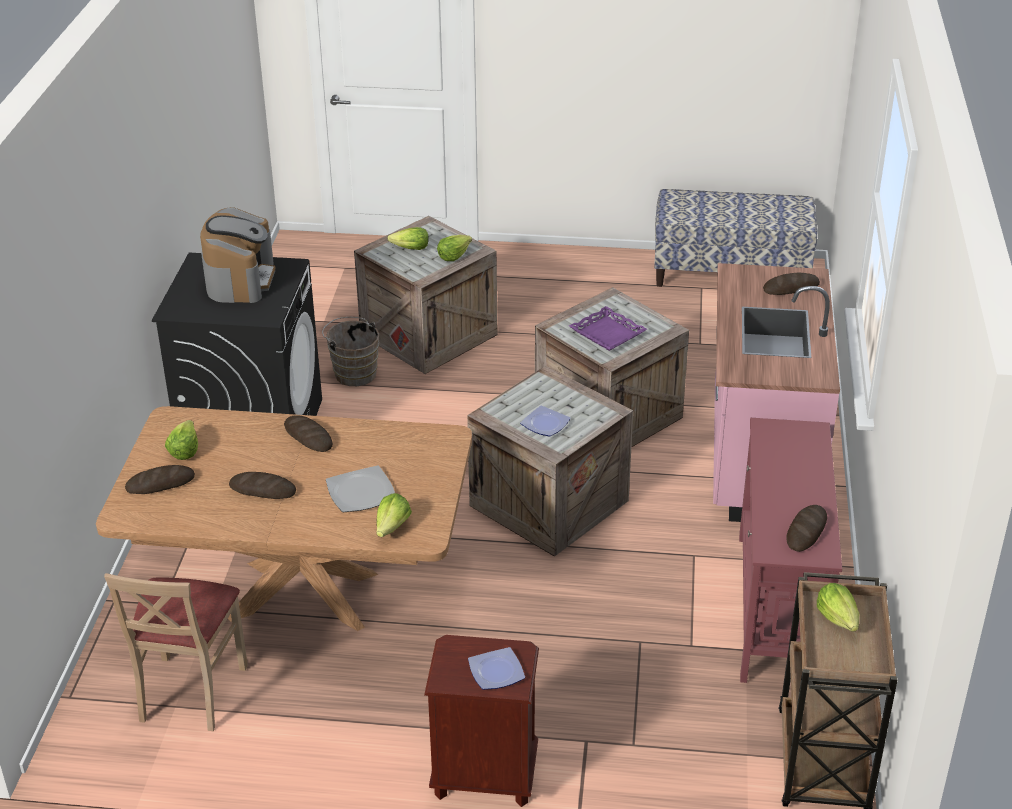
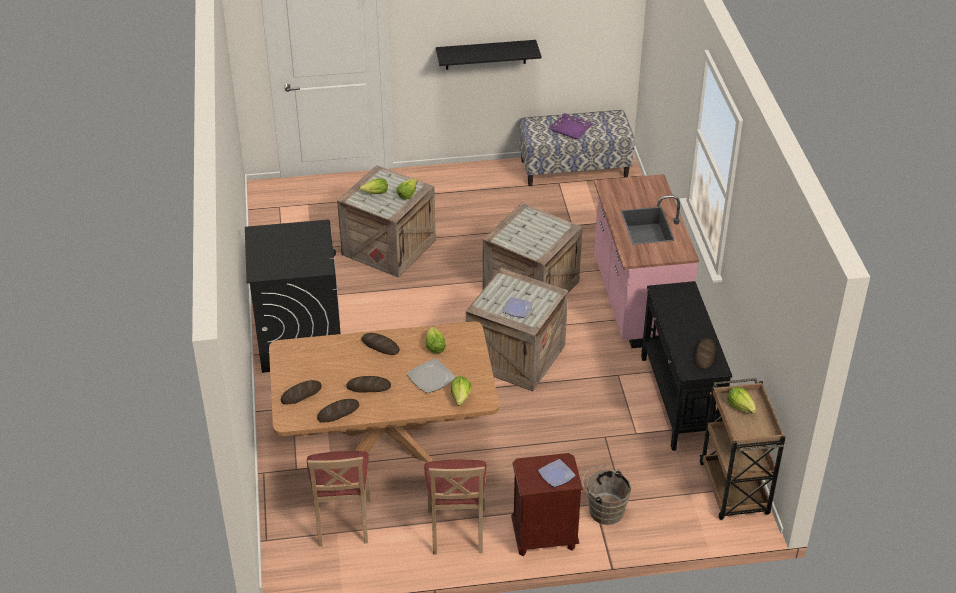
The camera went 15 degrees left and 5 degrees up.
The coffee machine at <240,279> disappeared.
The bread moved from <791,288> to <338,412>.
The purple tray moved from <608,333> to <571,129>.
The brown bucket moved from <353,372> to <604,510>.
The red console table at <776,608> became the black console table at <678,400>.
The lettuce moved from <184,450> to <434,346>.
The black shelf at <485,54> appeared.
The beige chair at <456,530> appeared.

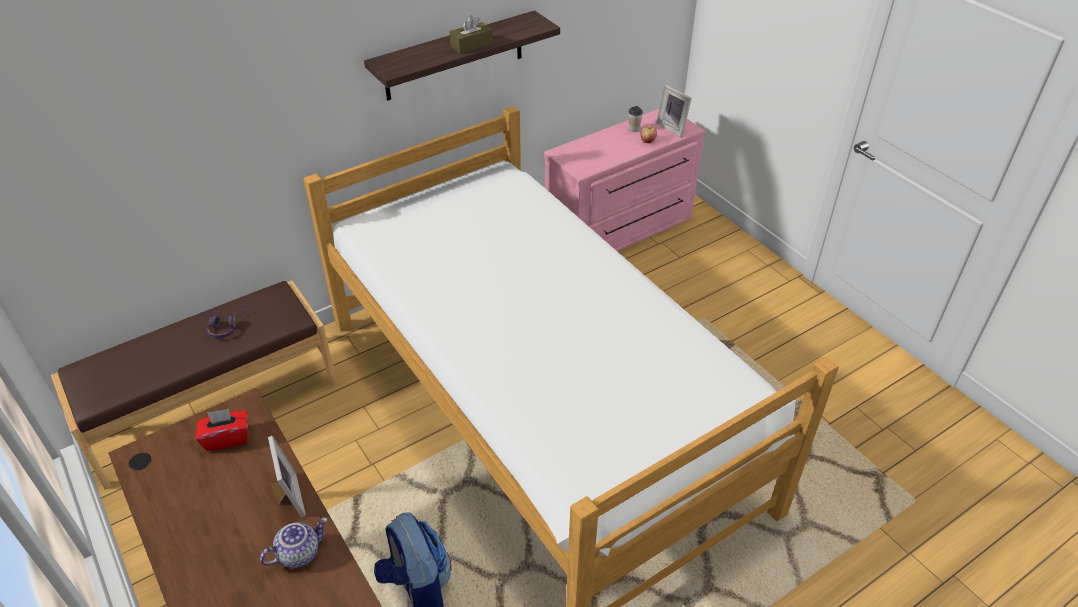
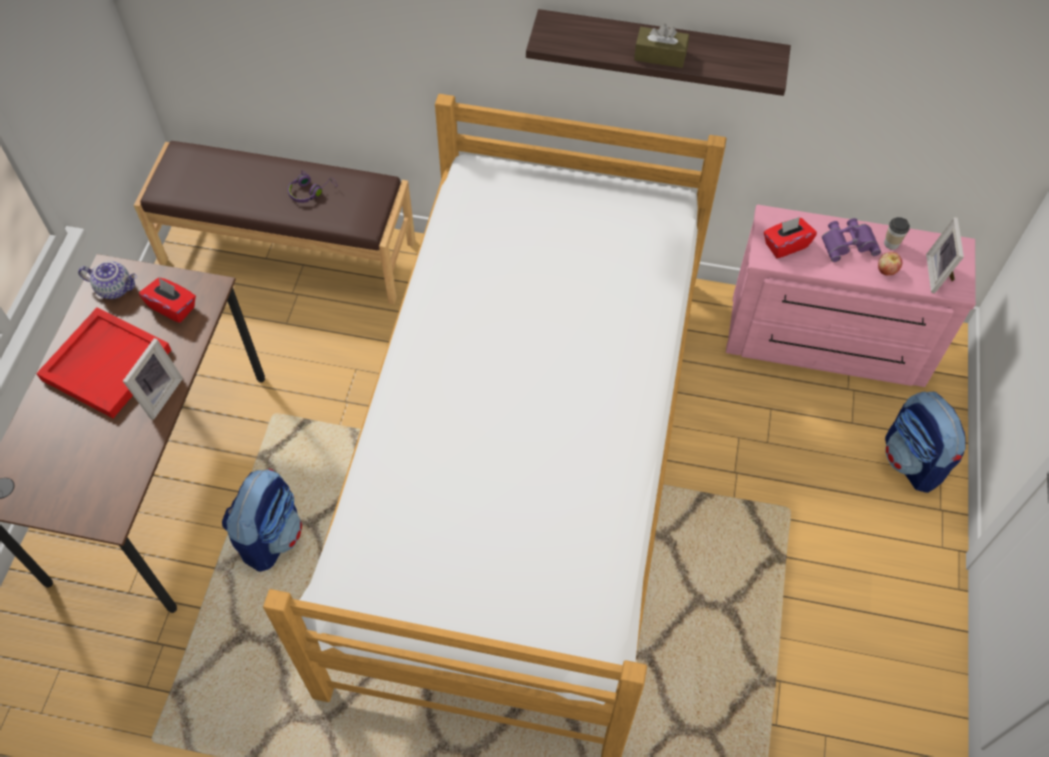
The camera went 45 degrees right and 15 degrees up.
The teapot moved from <299,552> to <115,288>.
The red tissue box at <785,245> appeared.
The purple binoculars at <848,242> appeared.
The red tray at <106,363> appeared.
The backpack at <913,461> appeared.

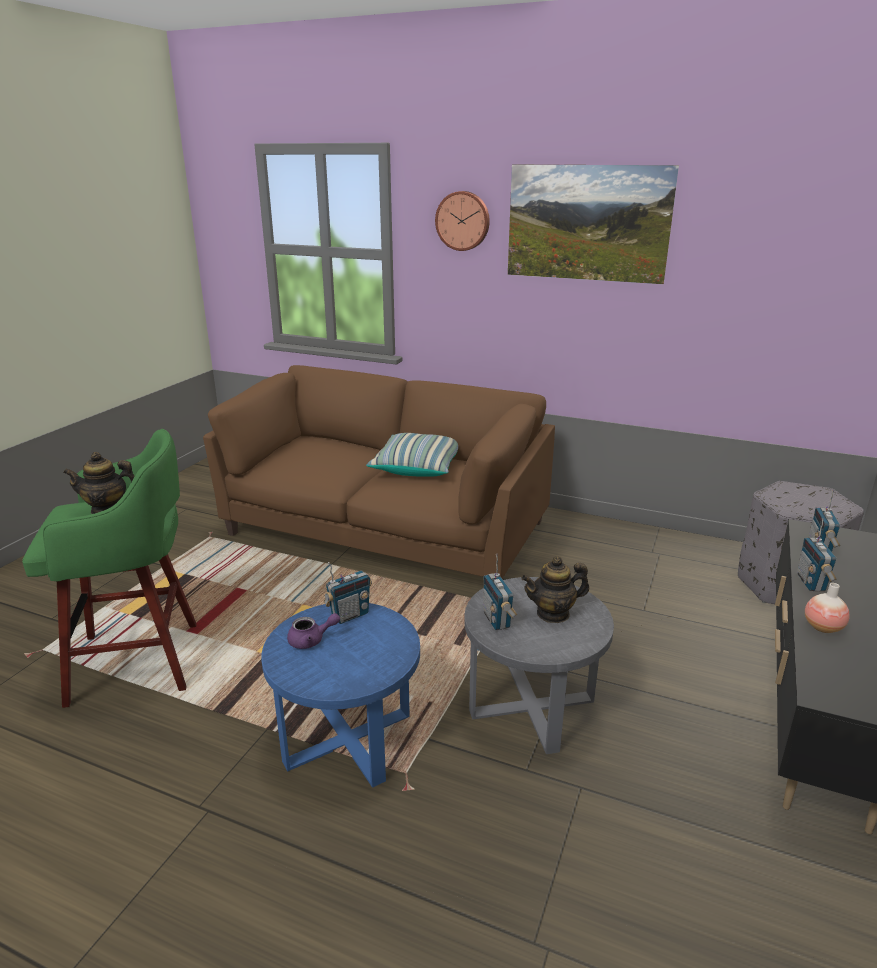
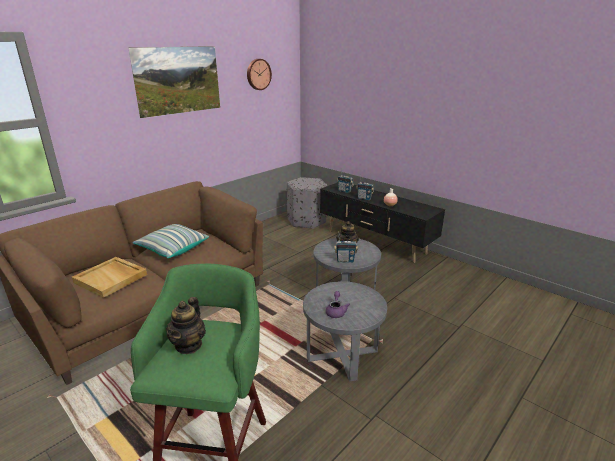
The camera went 70 degrees left and 0 degrees up.
The wall clock moved from <463,221> to <258,74>.
The radio at <349,615> disappeared.
The blue side table at <348,739> became the grey side table at <342,354>.
The beige tray at <111,278> appeared.

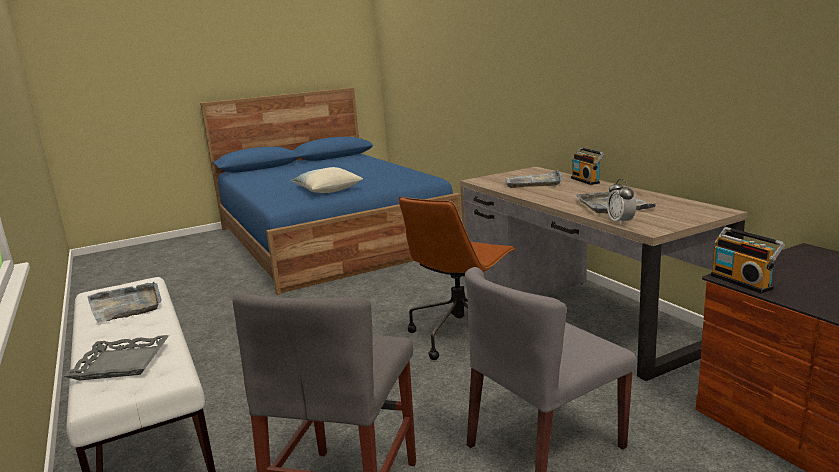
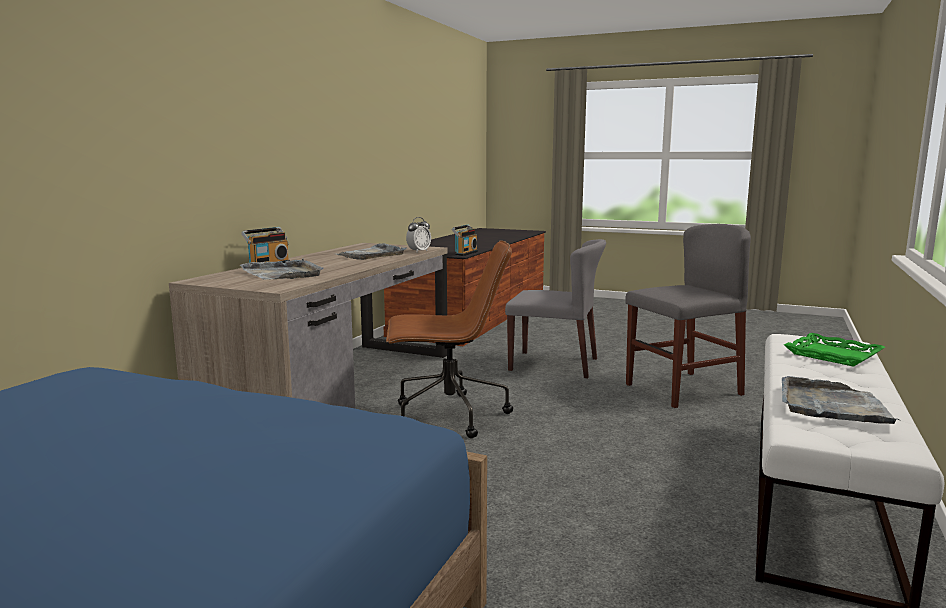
The camera went 130 degrees left and 5 degrees down.
The pillow at <327,190> disappeared.
The grey tray at <121,363> became the green tray at <832,355>.

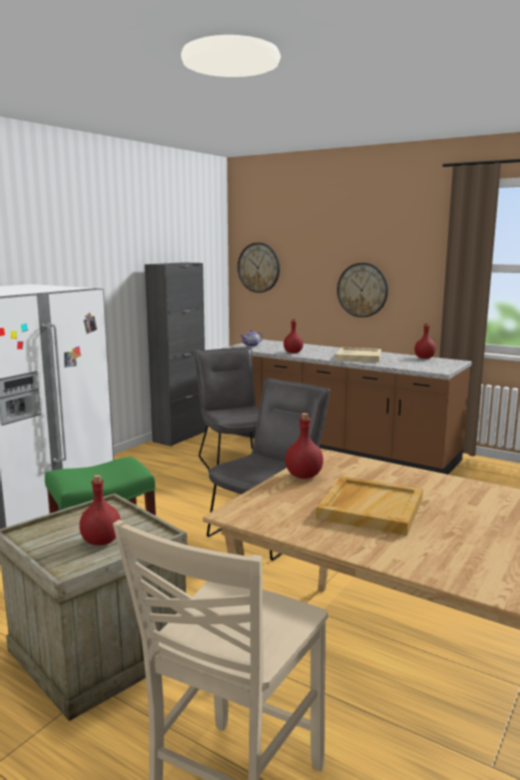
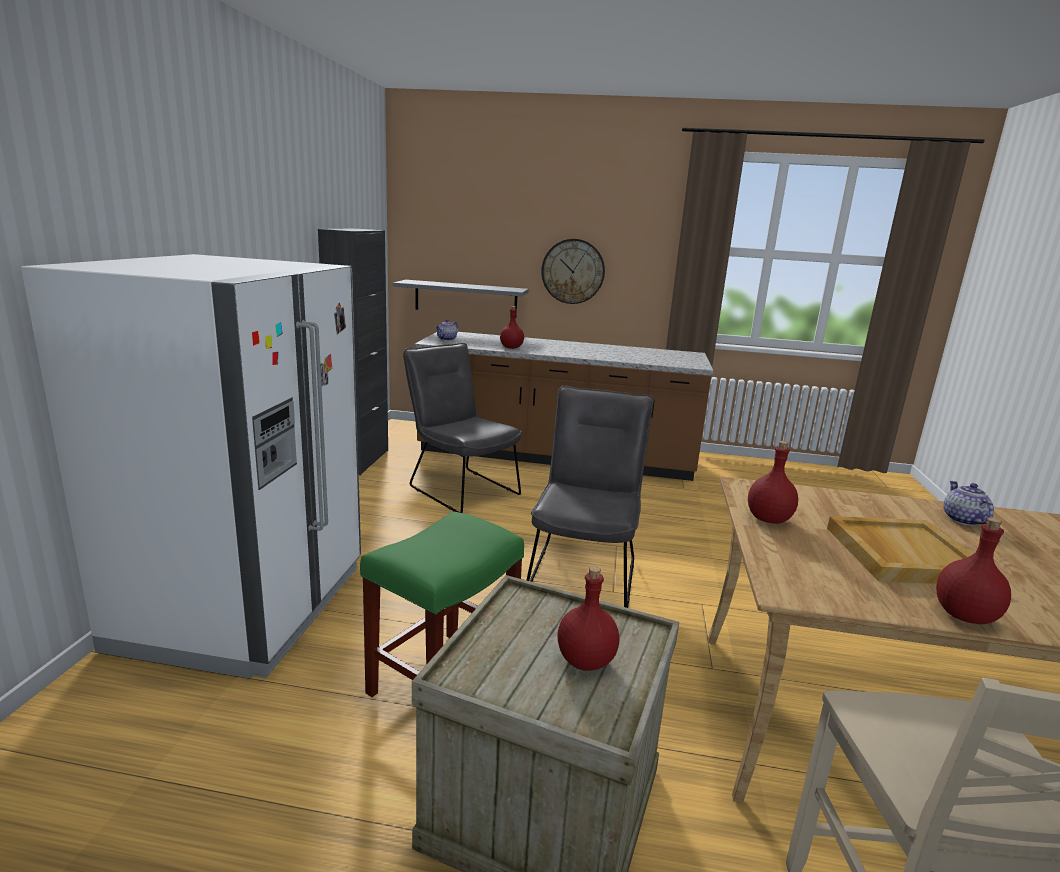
The camera went 25 degrees left and 5 degrees up.
The wall clock at <259,267> disappeared.
The red bottle moved from <424,358> to <963,615>.
The beige tray at <358,357> disappeared.
The grey shelf at <465,298> appeared.
The teapot at <961,519> appeared.

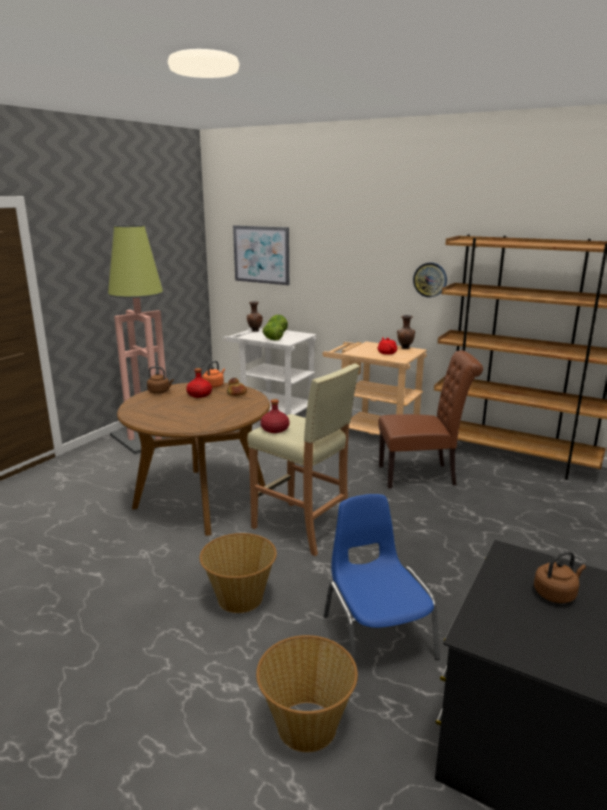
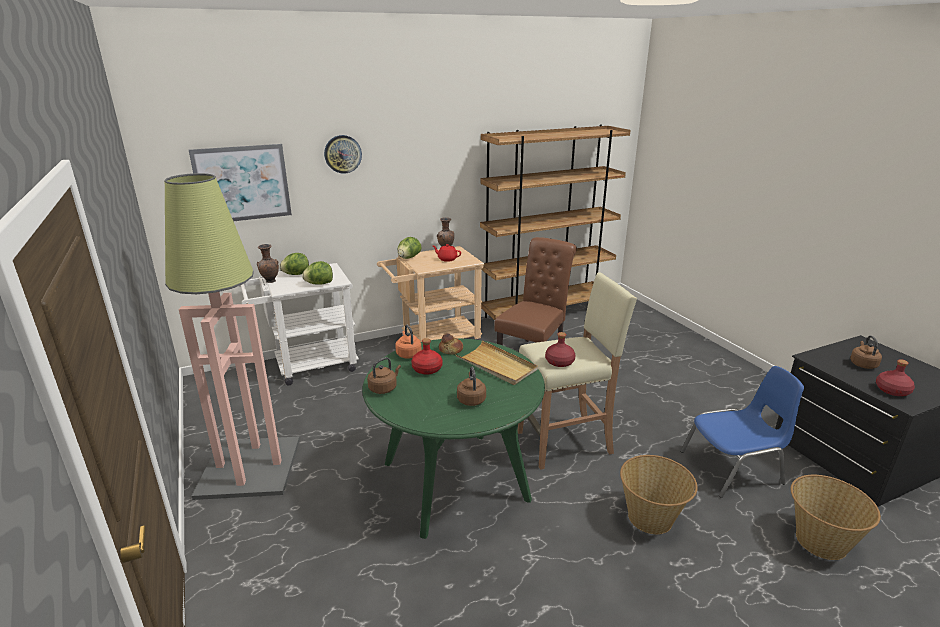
The camera went 55 degrees left and 5 degrees up.
The wall clock moved from <430,279> to <342,154>.
The brown dining table at <201,499> became the green dining table at <455,480>.
The blue chair at <377,635> turned 150 degrees clockwise.
The lettuce at <409,258> appeared.
The beige tray at <497,365> appeared.
The red bottle at <892,390> appeared.
The brown kettle at <471,399> appeared.

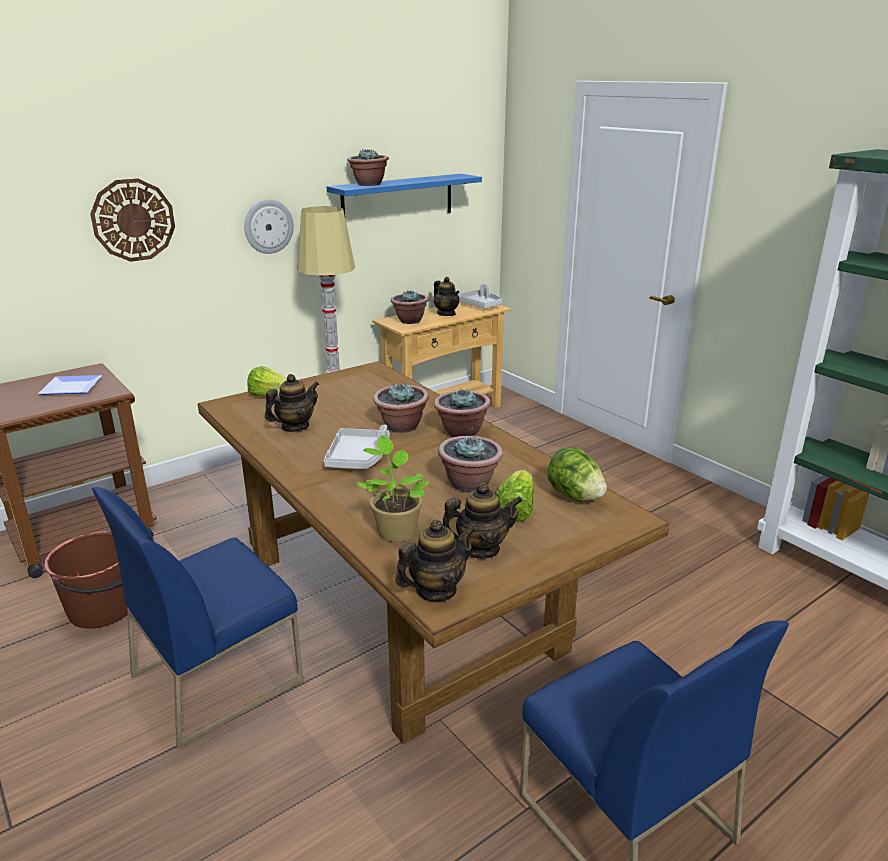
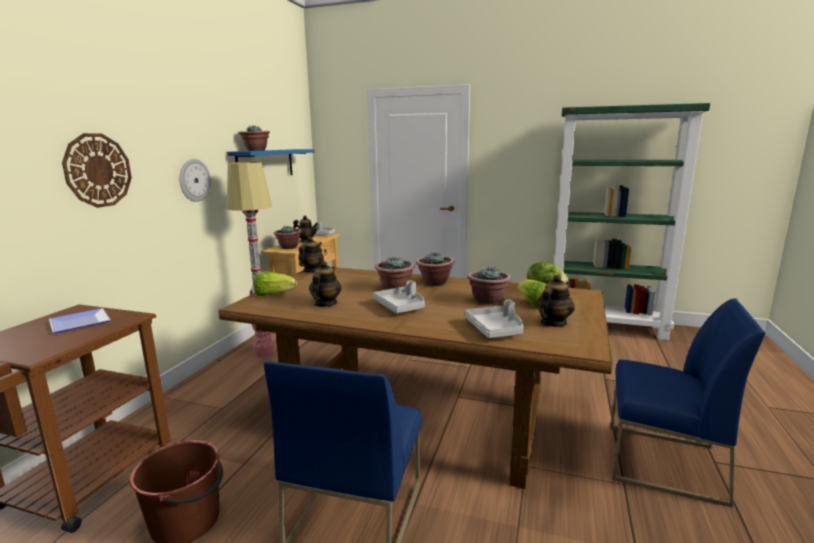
The camera went 35 degrees left and 10 degrees down.
The potted plant at <395,530> was replaced by the grey tray at <495,329>.
The teapot moved from <435,590> to <311,271>.

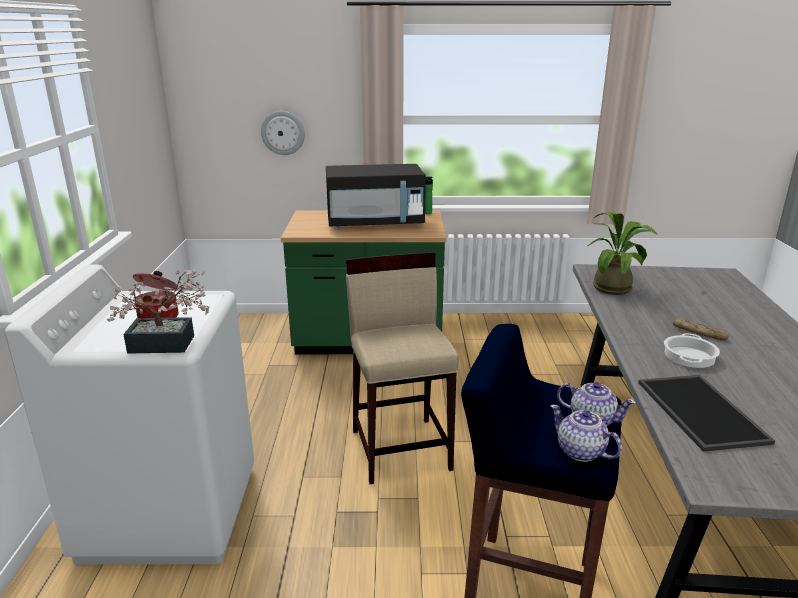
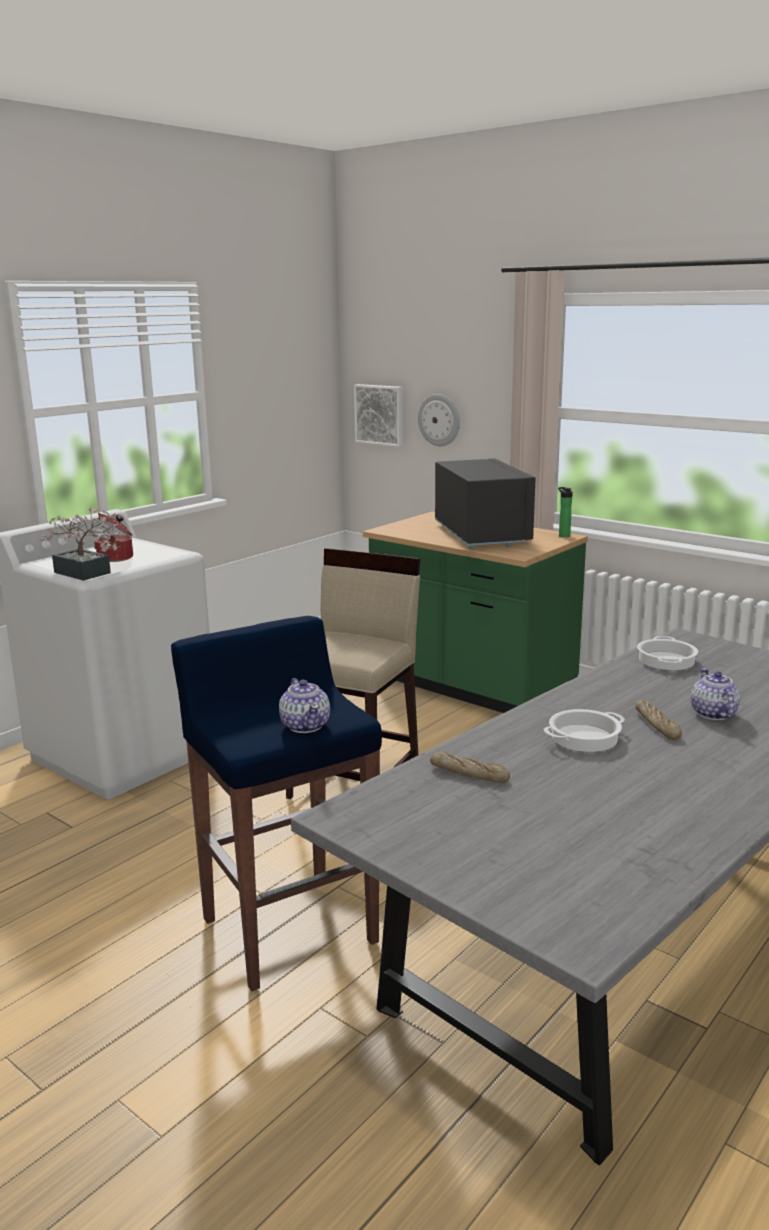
The camera went 40 degrees right and 5 degrees down.
The black microwave at <375,223> turned 135 degrees counterclockwise.
The potted plant at <615,287> was replaced by the cooking pot at <667,660>.
The tray at <698,410> was replaced by the bread at <469,774>.
The teapot moved from <581,452> to <713,714>.
The picture at <380,414> appeared.

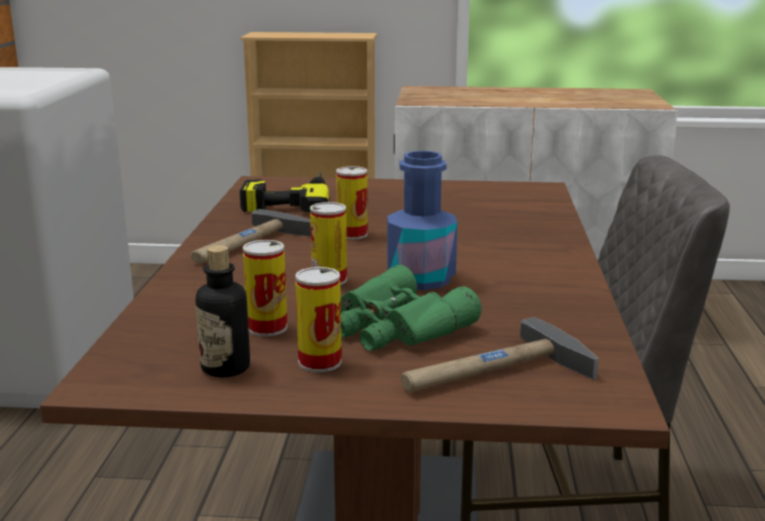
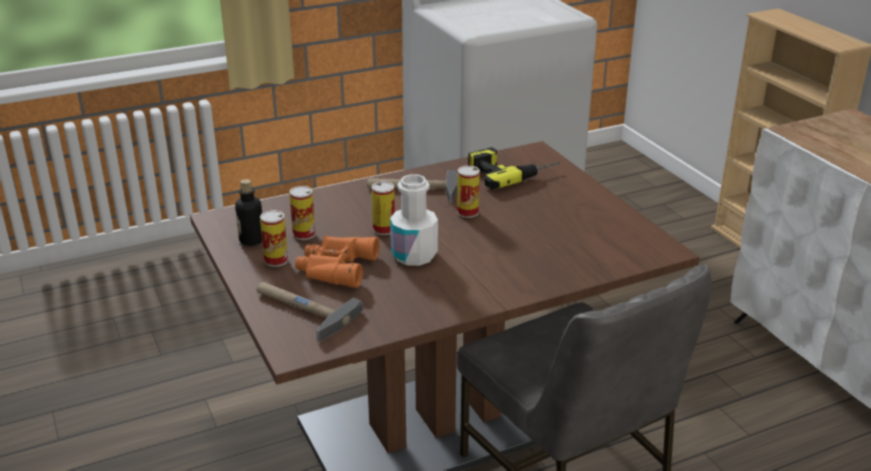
The camera went 60 degrees right and 10 degrees up.
The blue bottle at <421,278> became the white bottle at <414,255>.
The green binoculars at <395,328> became the orange binoculars at <334,268>.

